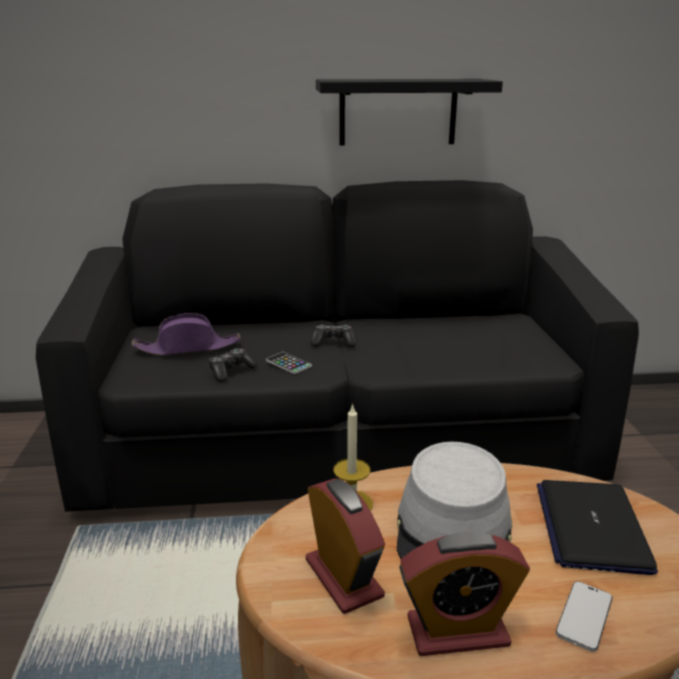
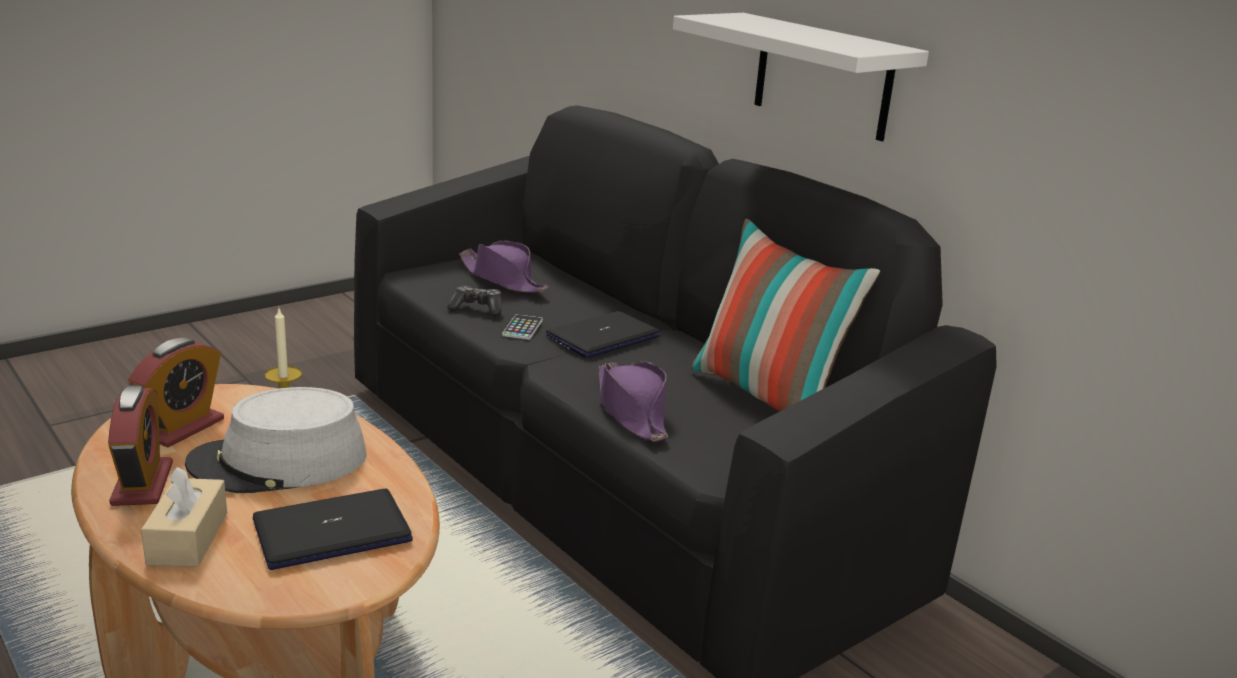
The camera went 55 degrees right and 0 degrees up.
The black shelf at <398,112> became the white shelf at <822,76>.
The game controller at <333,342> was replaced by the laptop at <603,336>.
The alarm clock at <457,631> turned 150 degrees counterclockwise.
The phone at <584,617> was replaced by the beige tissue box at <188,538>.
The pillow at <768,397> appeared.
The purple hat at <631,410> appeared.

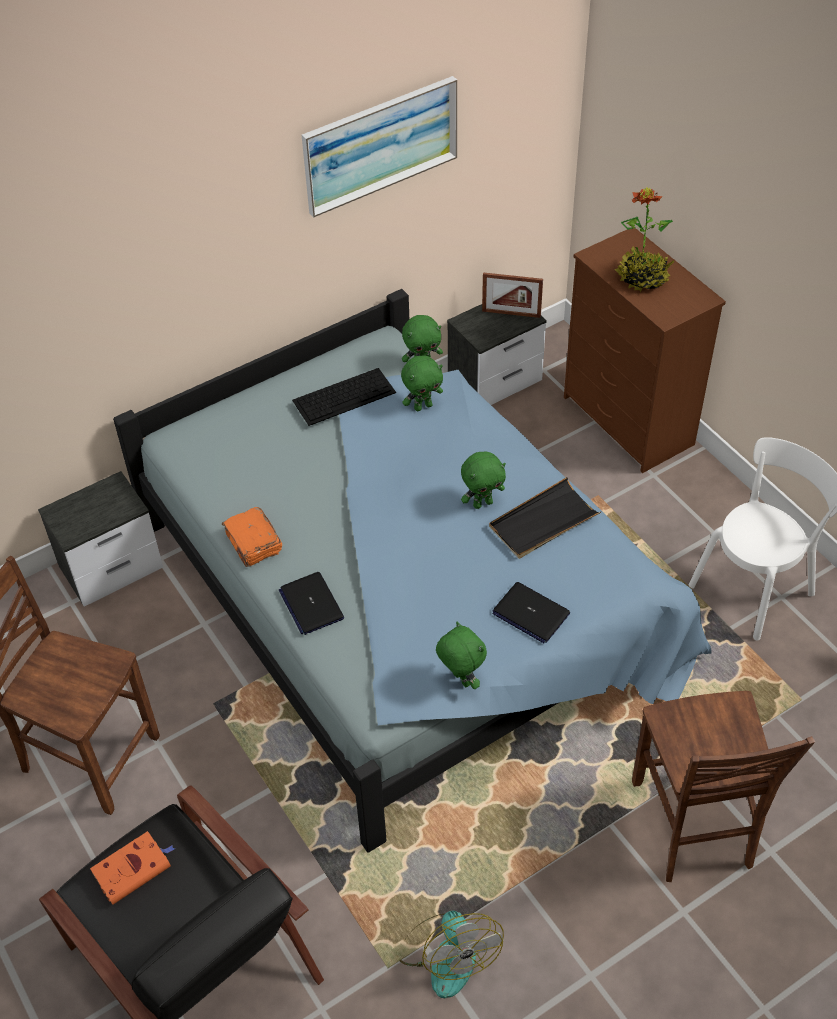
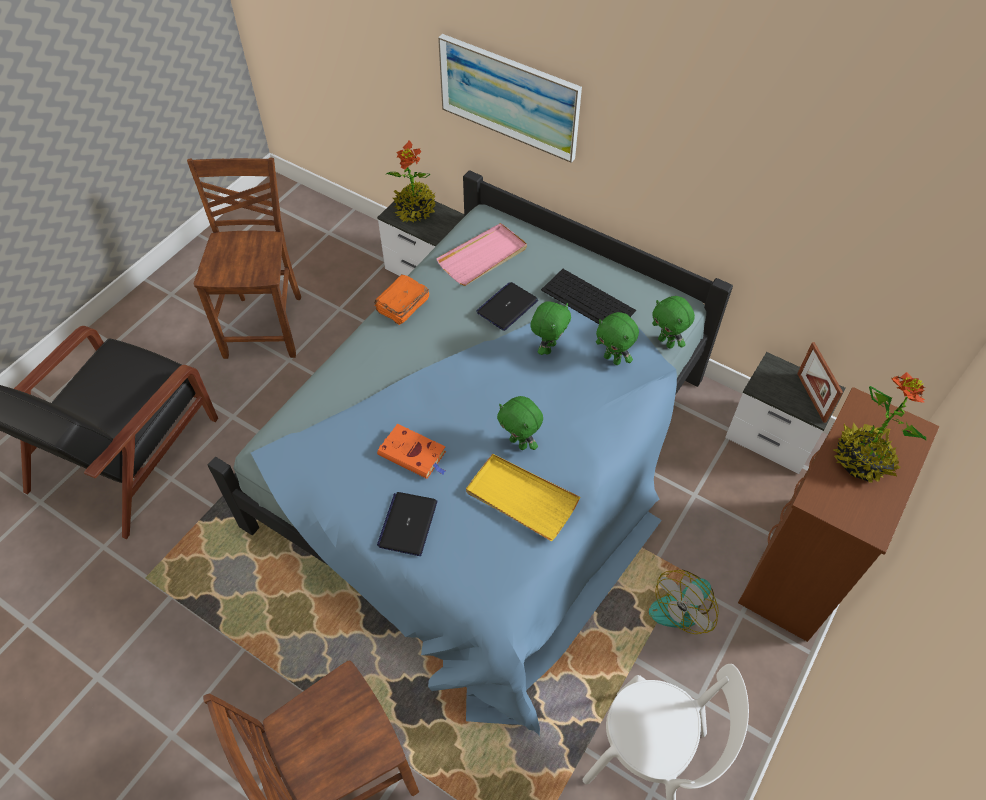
The camera went 65 degrees right and 5 degrees up.
The picture moved from <380,144> to <509,96>.
The black tray at <543,522> became the yellow tray at <521,498>.
The laptop moved from <311,604> to <507,307>.
The green plush toy moved from <460,680> to <548,347>.
The orange book moved from <133,868> to <414,454>.
The fan moved from <447,954> to <682,604>.
The potted plant at <415,210> appeared.
The pink tray at <483,257> appeared.

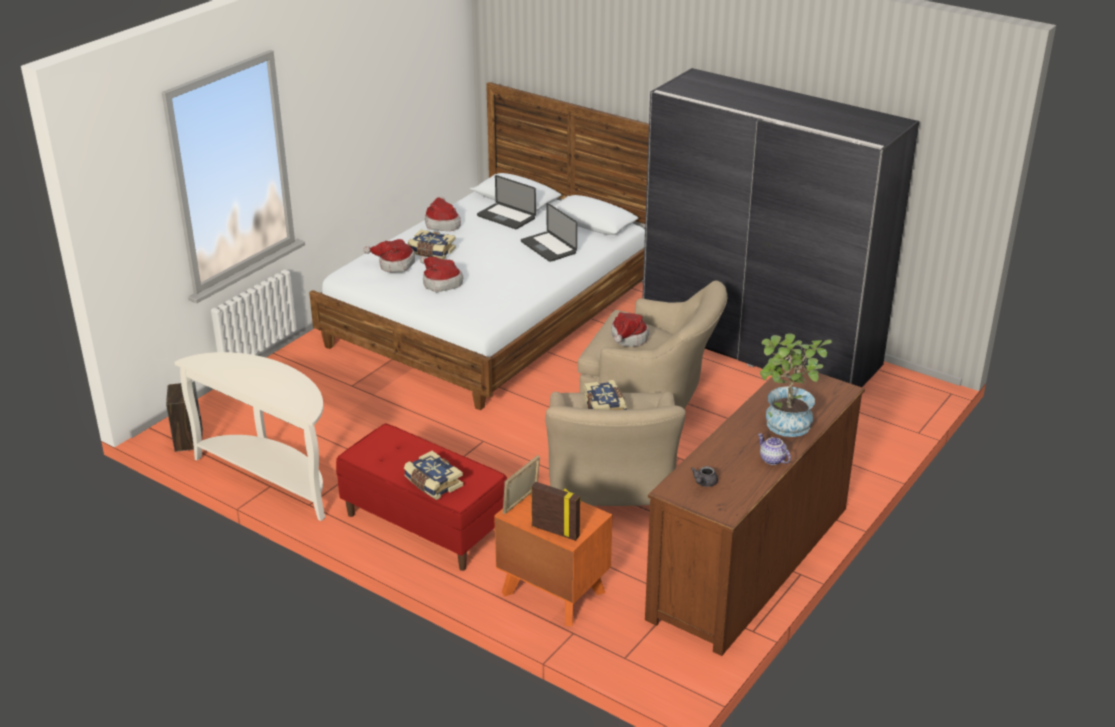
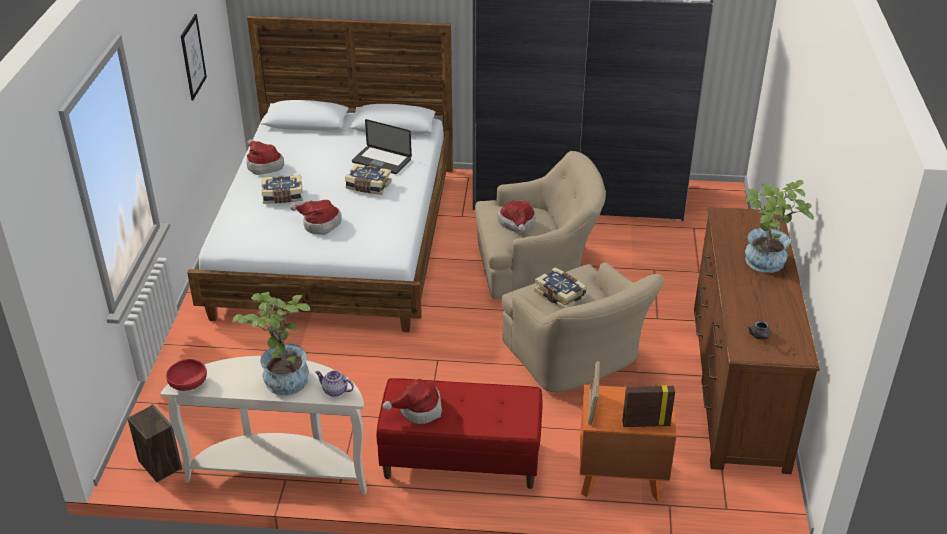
The camera went 30 degrees left and 5 degrees up.
The laptop at <506,217> disappeared.
The hat moved from <394,264> to <418,410>.
The teapot moved from <771,460> to <334,391>.
The book moved from <432,483> to <368,186>.
The picture at <193,57> appeared.
The potted plant at <282,376> appeared.
The red bowl at <188,383> appeared.

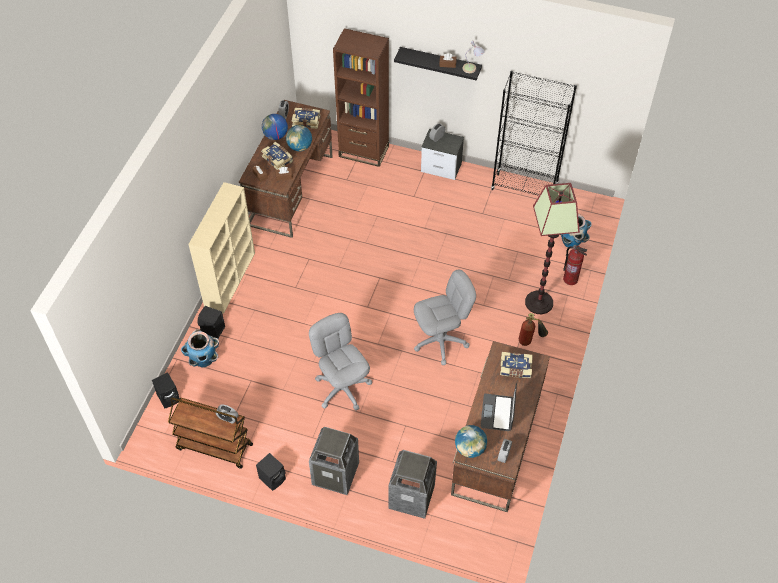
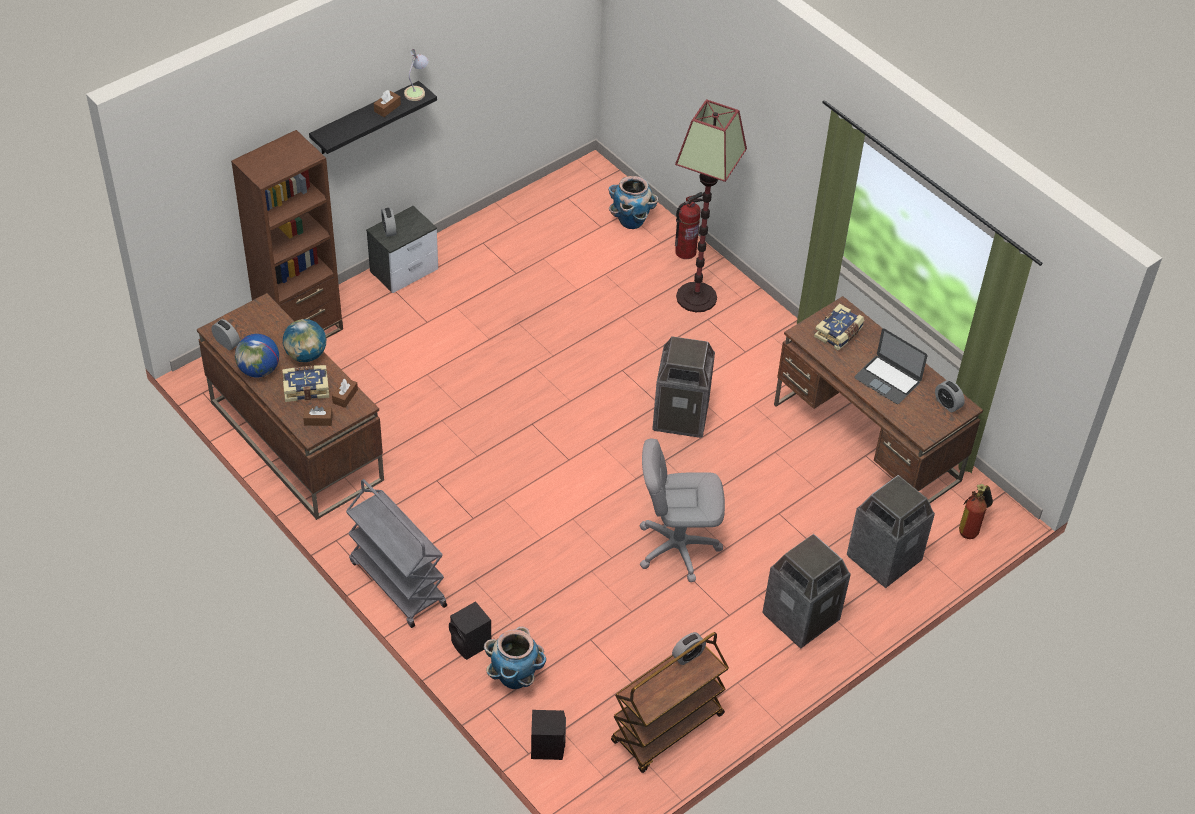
The camera went 60 degrees left and 5 degrees down.
The black bookcase at <524,188> disappeared.
The book at <306,121> disappeared.
The beige bookcase at <230,279> was replaced by the grey cart at <397,583>.
The grey office chair at <440,341> was replaced by the trash can at <681,416>.
The fire extinguisher moved from <530,341> to <972,527>.
The globe at <470,449> disappeared.
The black speaker at <273,478> disappeared.

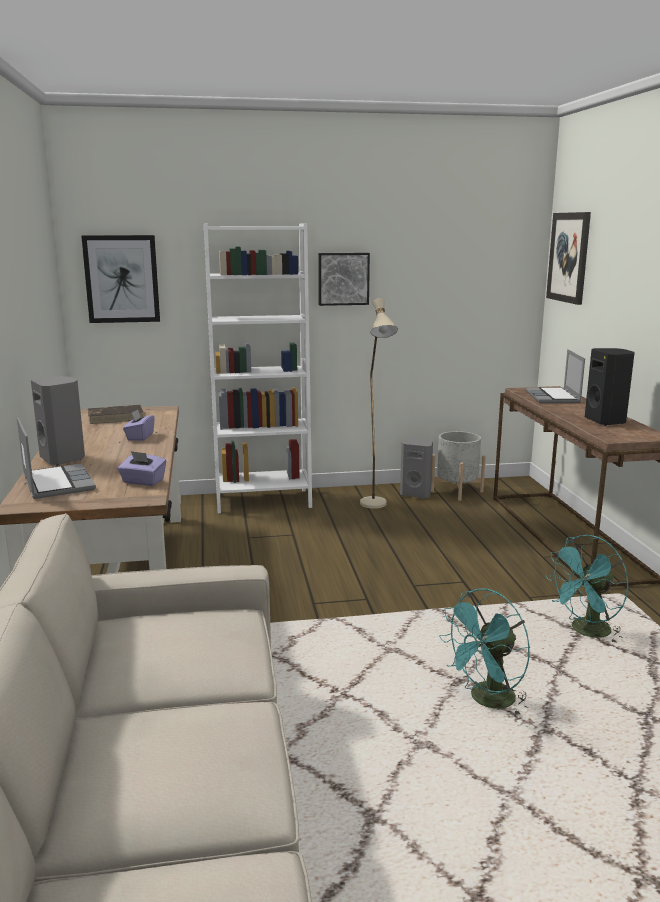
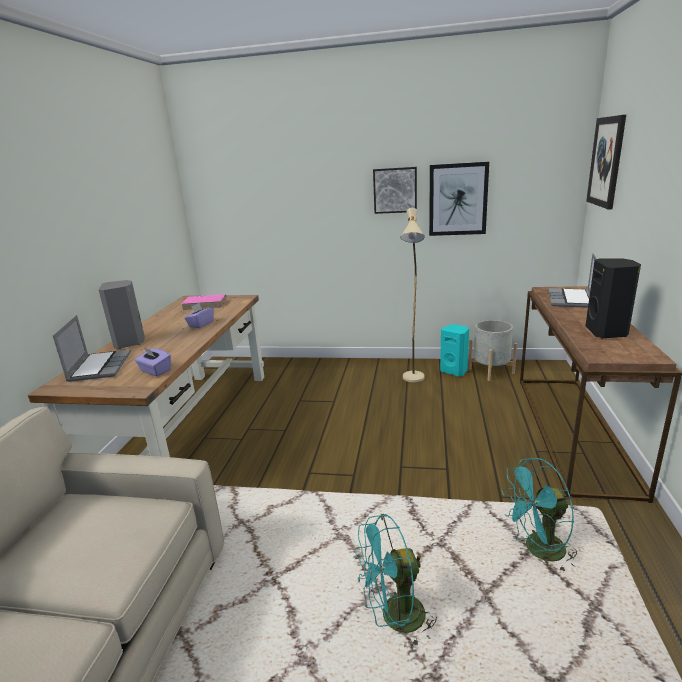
The camera went 20 degrees right and 5 degrees up.
The white bookcase at <263,500> disappeared.
The picture moved from <122,279> to <458,199>.
The brown book at <116,417> became the pink book at <205,304>.
The grey speaker at <416,494> became the turquoise speaker at <454,371>.

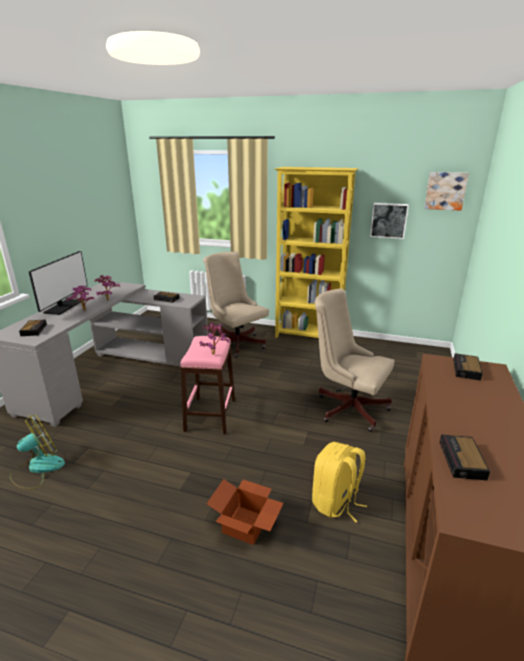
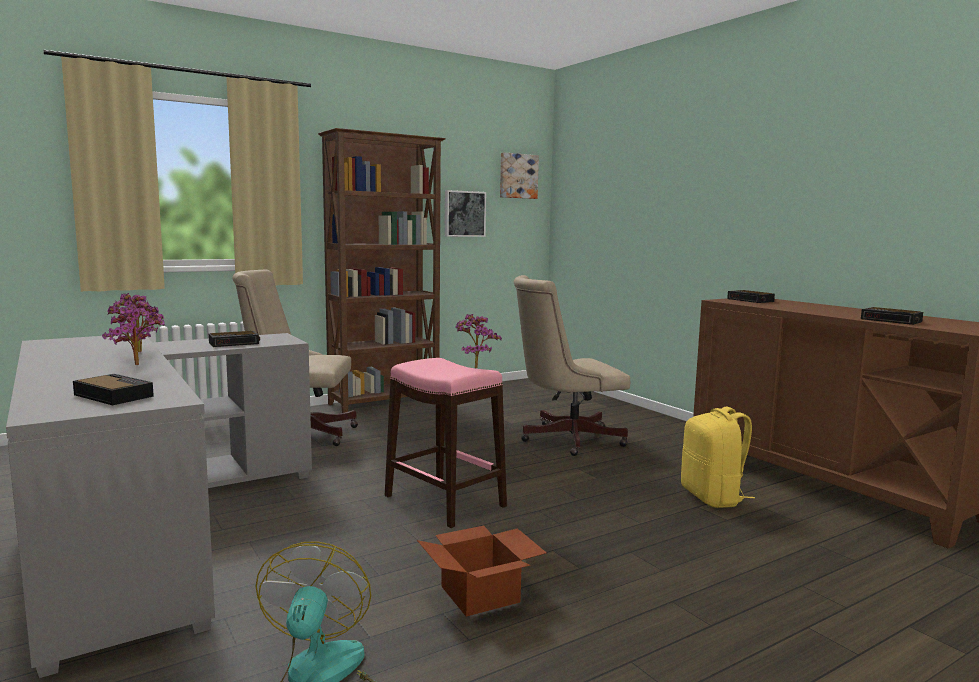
The camera went 50 degrees left and 15 degrees down.
The yellow bookcase at <308,336> became the brown bookcase at <385,403>.
The monitor at <63,307> disappeared.
The cardboard box moved from <246,526> to <482,594>.

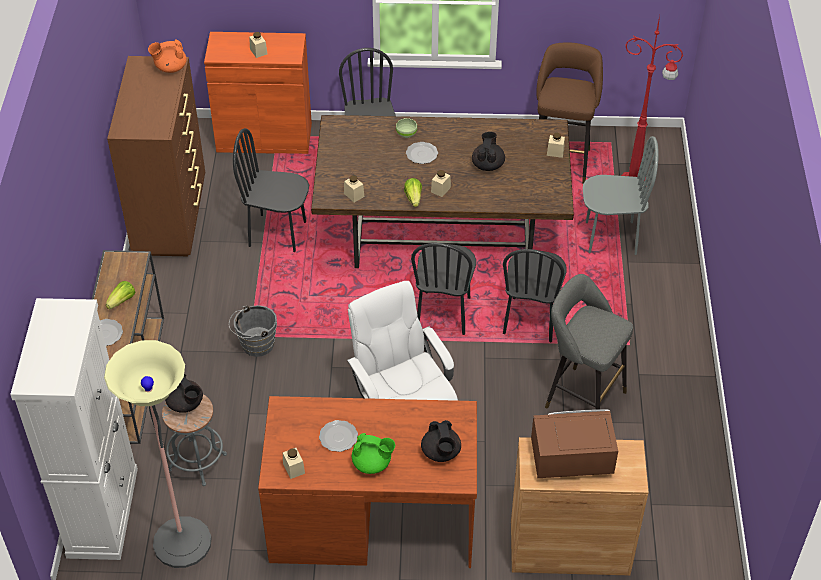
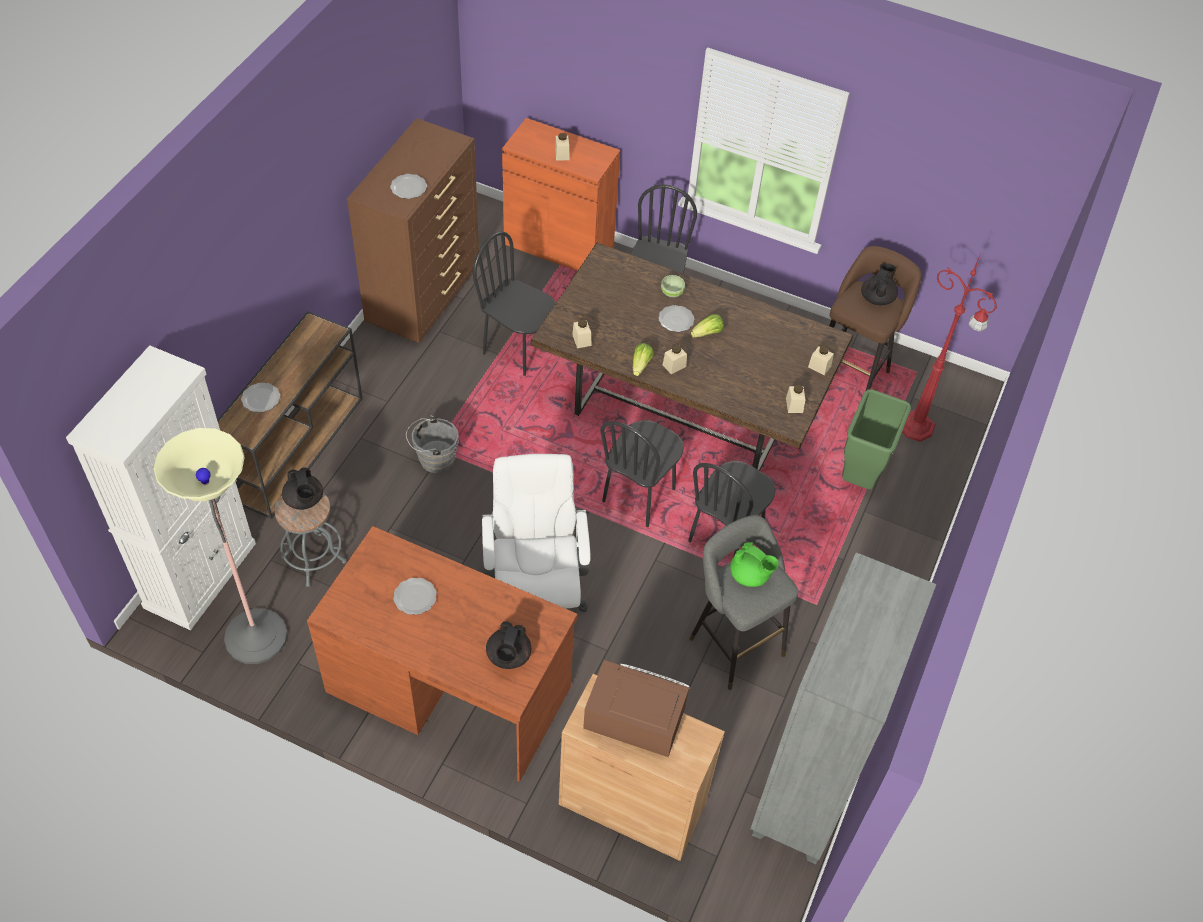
The camera went 20 degrees right and 5 degrees up.
The orange teapot at <170,68> disappeared.
The black teapot moved from <488,164> to <877,298>.
The grey chair at <611,237> was replaced by the green trash can at <860,478>.
The lettuce moved from <122,301> to <707,333>.
The green teapot moved from <372,463> to <750,575>.
The beige jar moved from <294,468> to <794,405>.
The plate at <409,188> appeared.
The grey bookcase at <805,790> appeared.

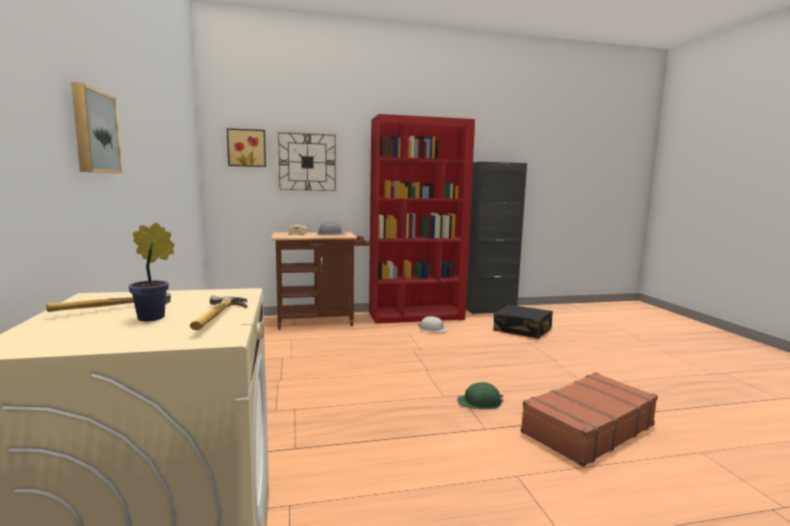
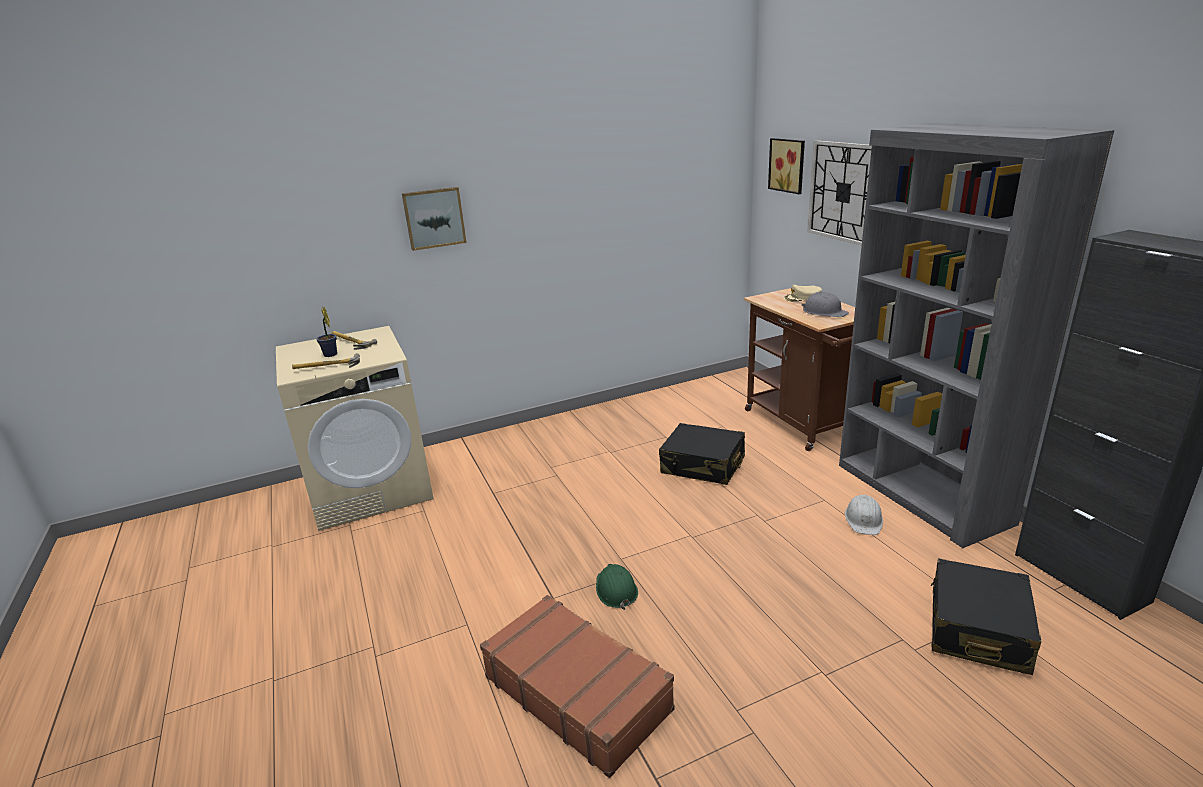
The camera went 80 degrees right and 15 degrees up.
The red bookcase at <416,316> became the grey bookcase at <921,493>.
The black suitcase at <703,465> appeared.

